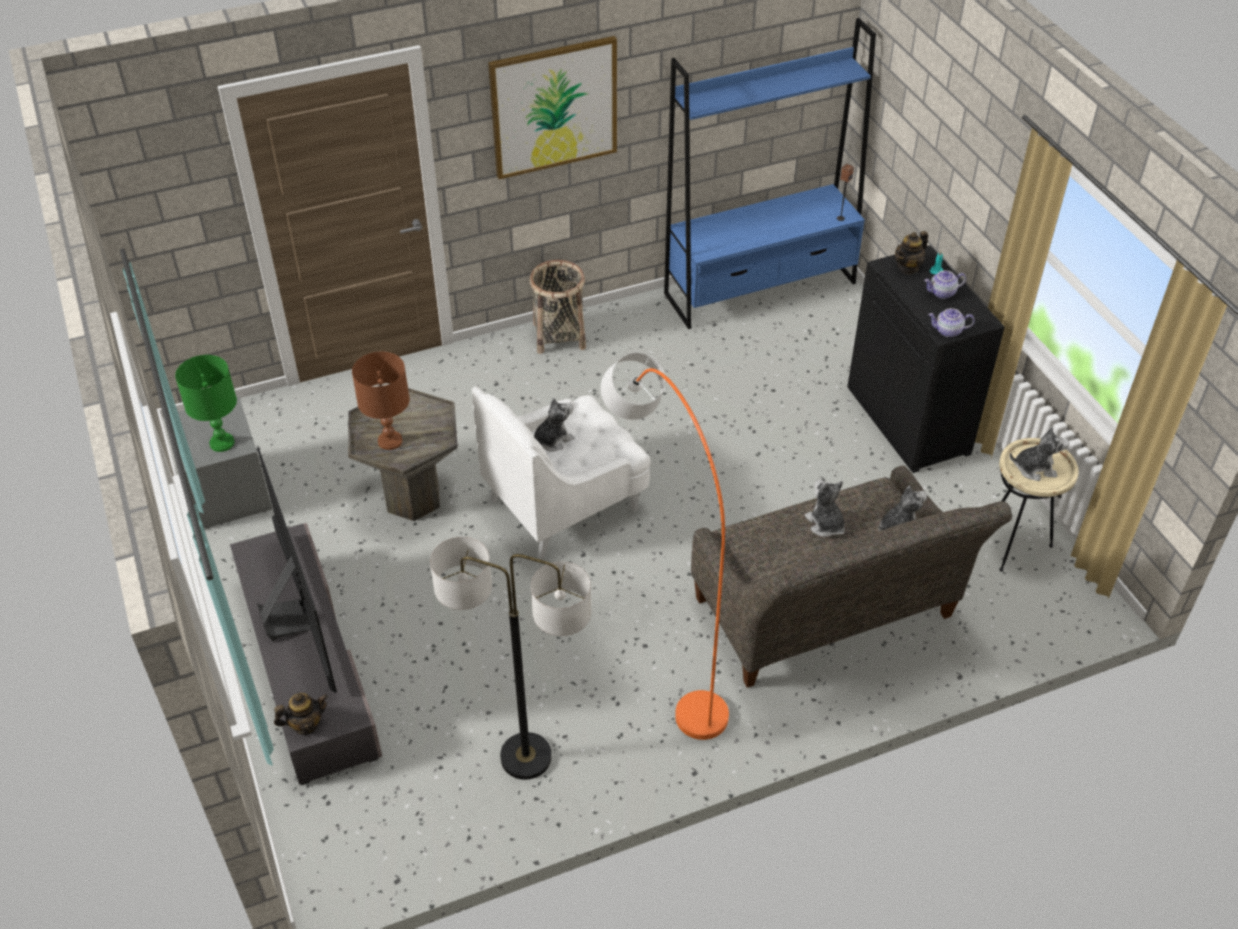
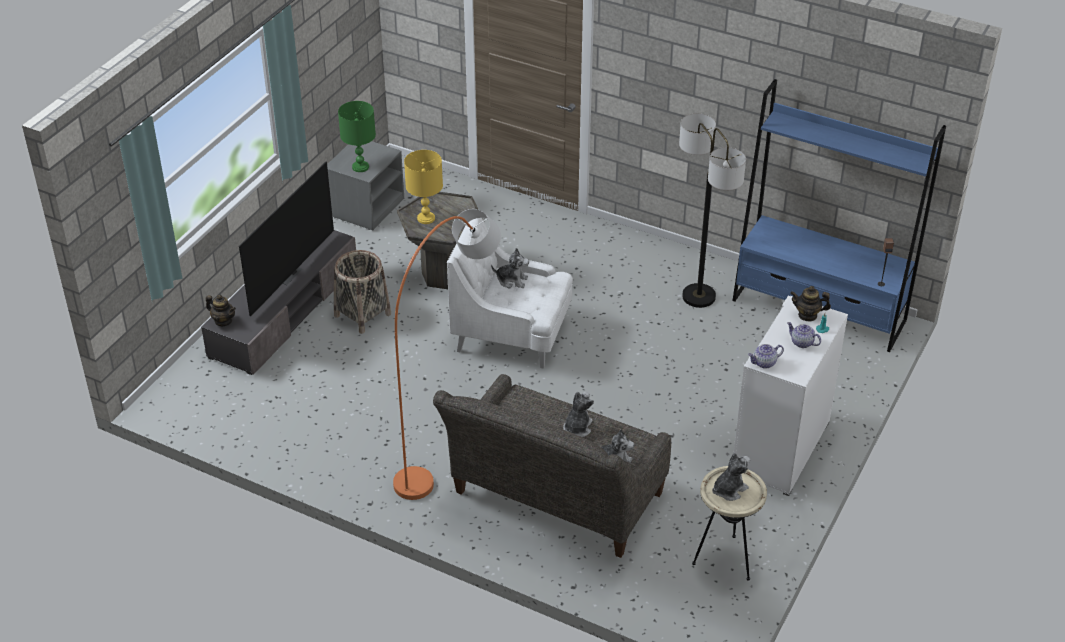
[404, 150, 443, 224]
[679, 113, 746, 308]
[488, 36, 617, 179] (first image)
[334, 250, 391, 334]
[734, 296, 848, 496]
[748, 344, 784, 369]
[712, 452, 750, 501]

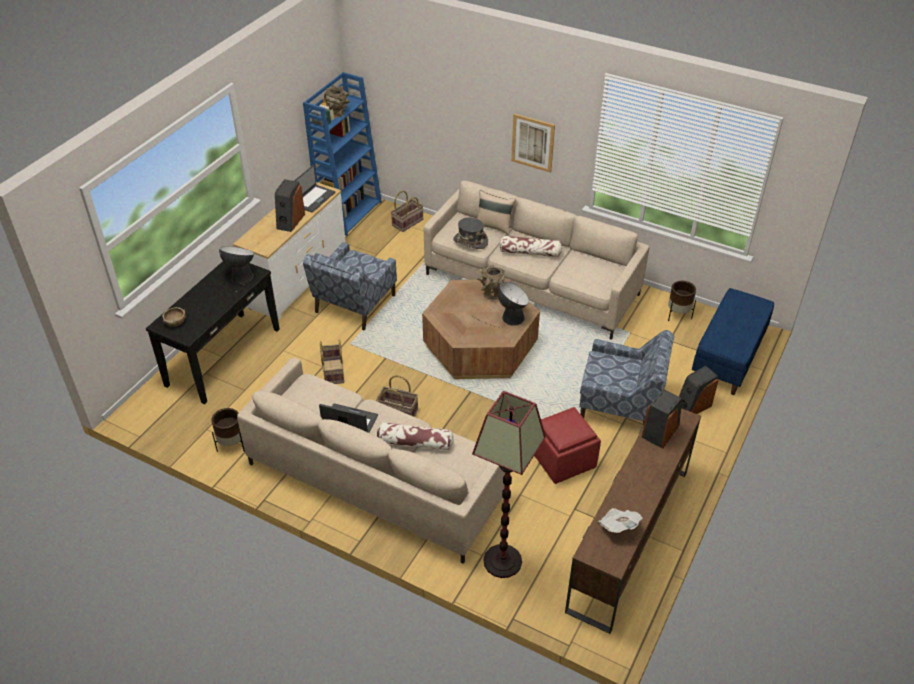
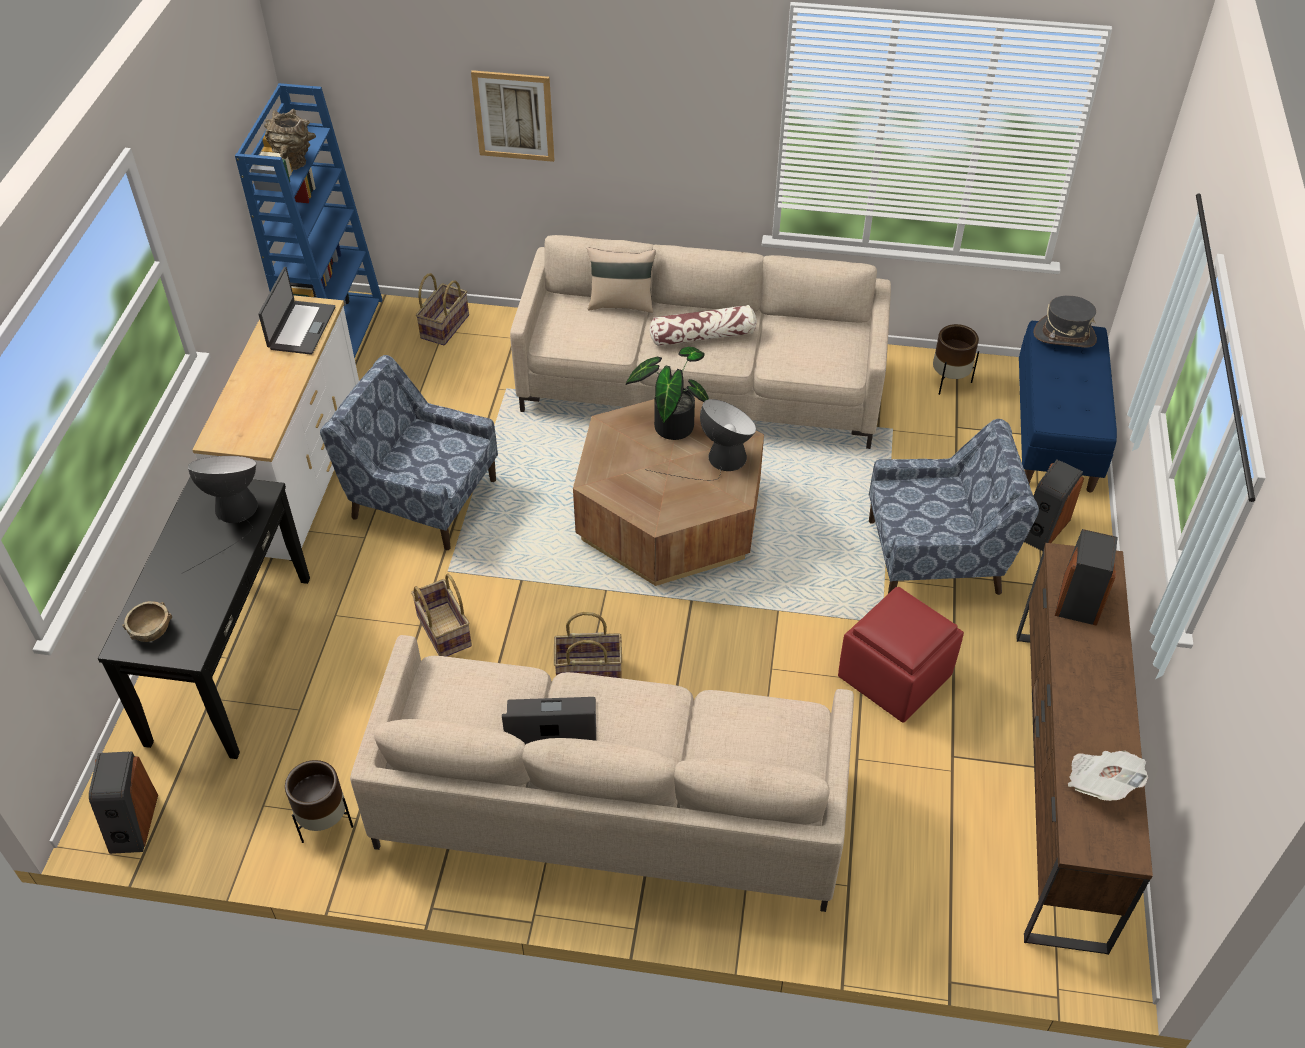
[89, 751, 158, 854]
[320, 355, 498, 550]
[377, 422, 453, 451] (first image)
[1033, 295, 1097, 348]
[472, 391, 546, 578] (first image)
[626, 347, 709, 440]
[471, 70, 555, 162]

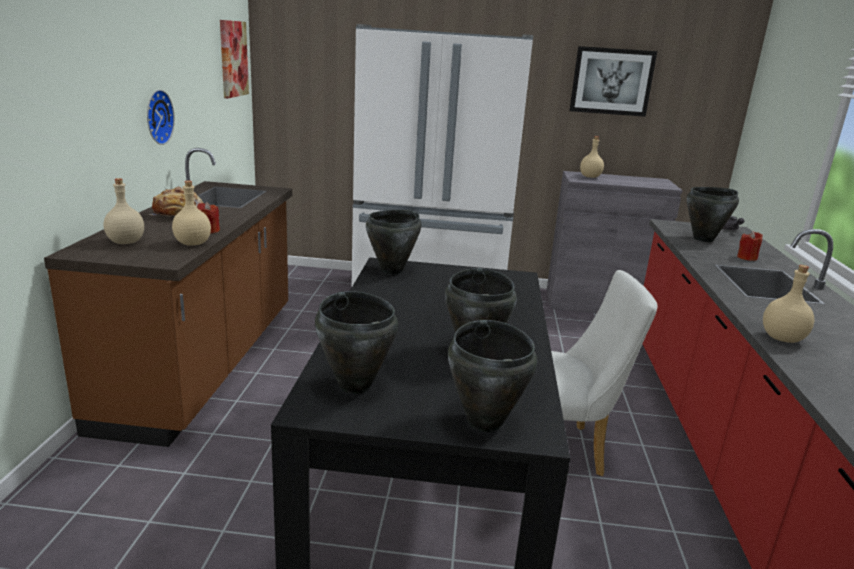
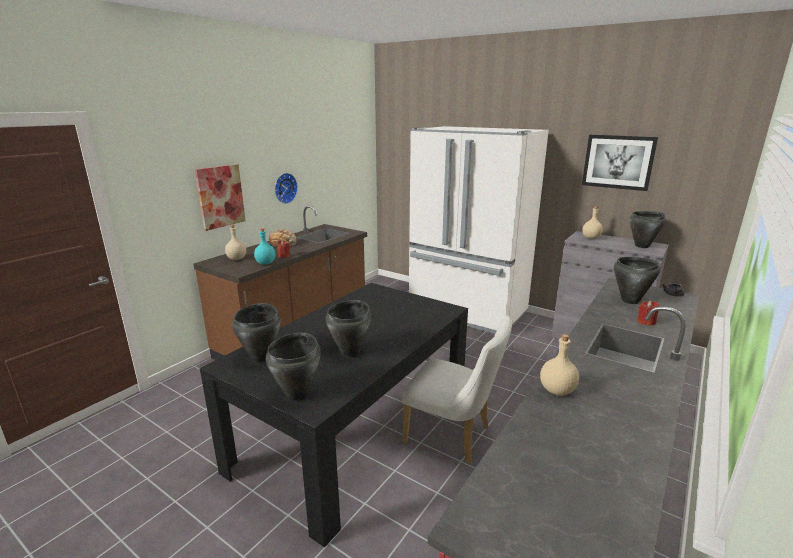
[254, 228, 275, 264]
[195, 164, 245, 231]
[629, 211, 666, 248]

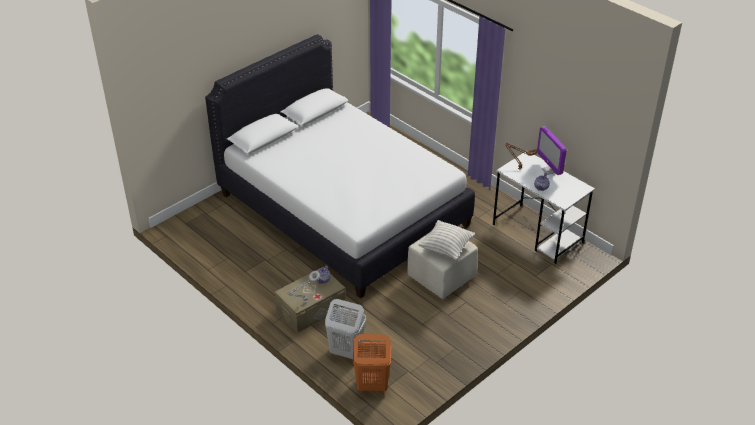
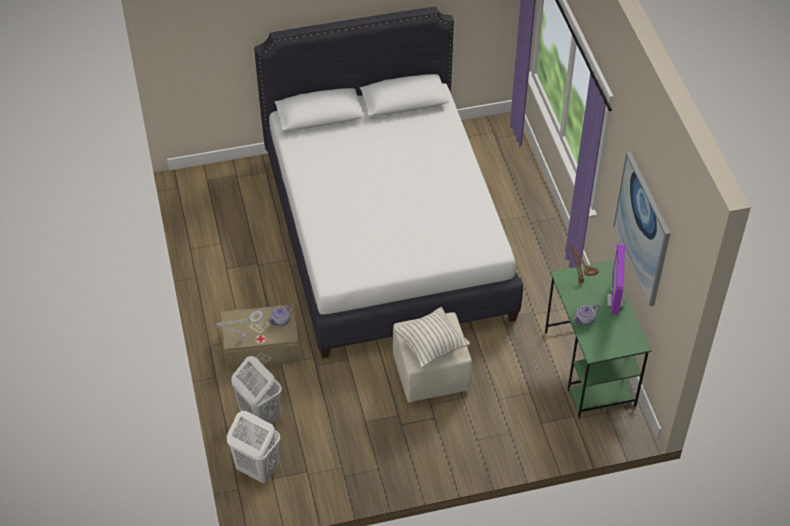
[227, 411, 280, 483]
[545, 261, 651, 418]
[613, 152, 670, 306]

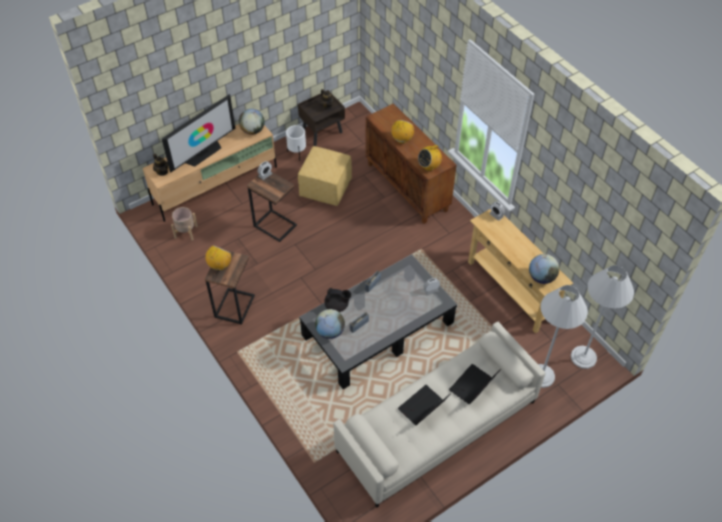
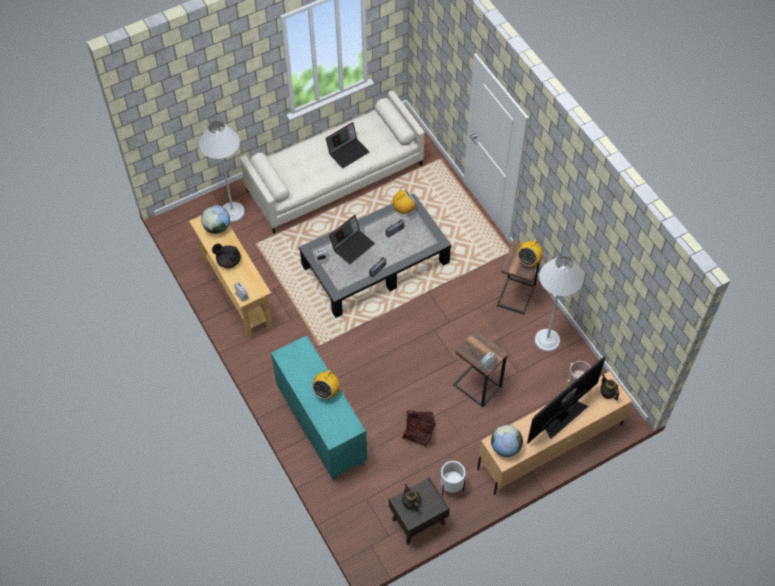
[402, 410, 436, 447]
[315, 309, 345, 339] (first image)
[212, 244, 241, 268]
[271, 335, 367, 481]
[392, 190, 416, 214]
[329, 215, 375, 264]
[535, 255, 583, 352]

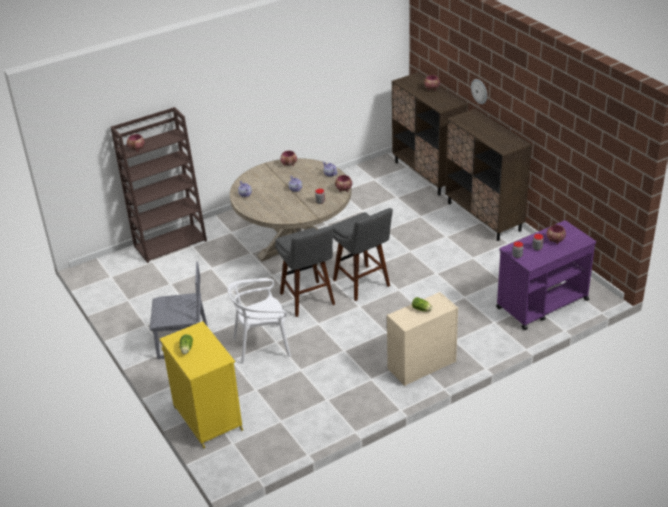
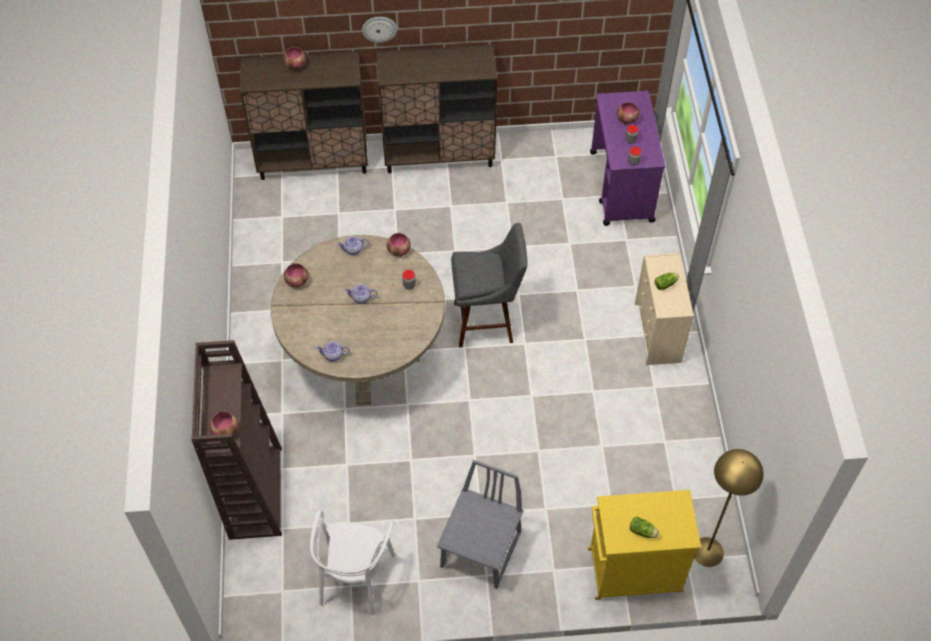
[310, 510, 395, 615]
[275, 226, 335, 317] (first image)
[694, 449, 763, 567]

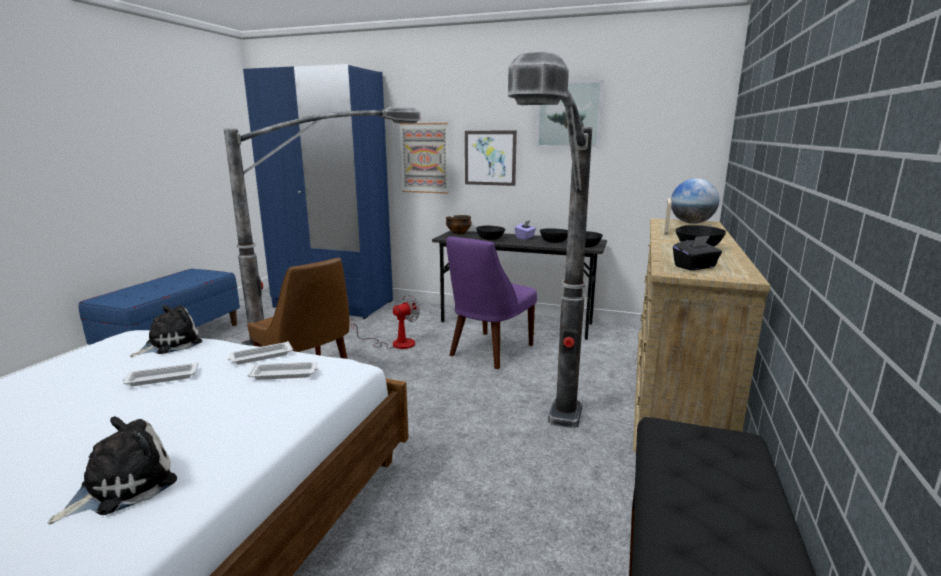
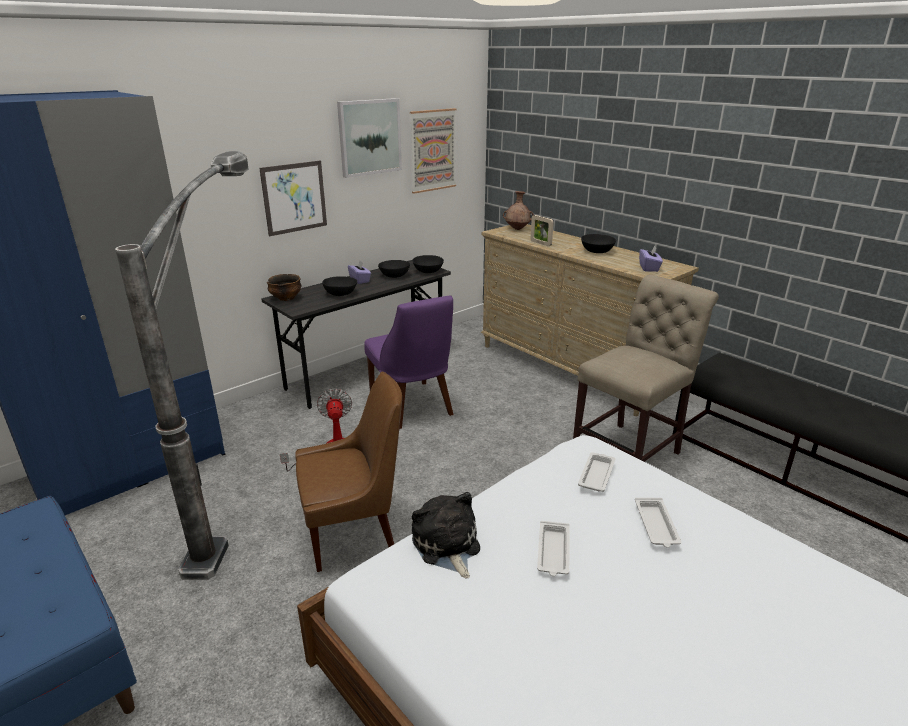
[47, 416, 177, 524] (first image)
[635, 498, 681, 548]
[410, 108, 456, 194]
[573, 275, 719, 462]
[503, 191, 534, 230]
[639, 245, 663, 272]

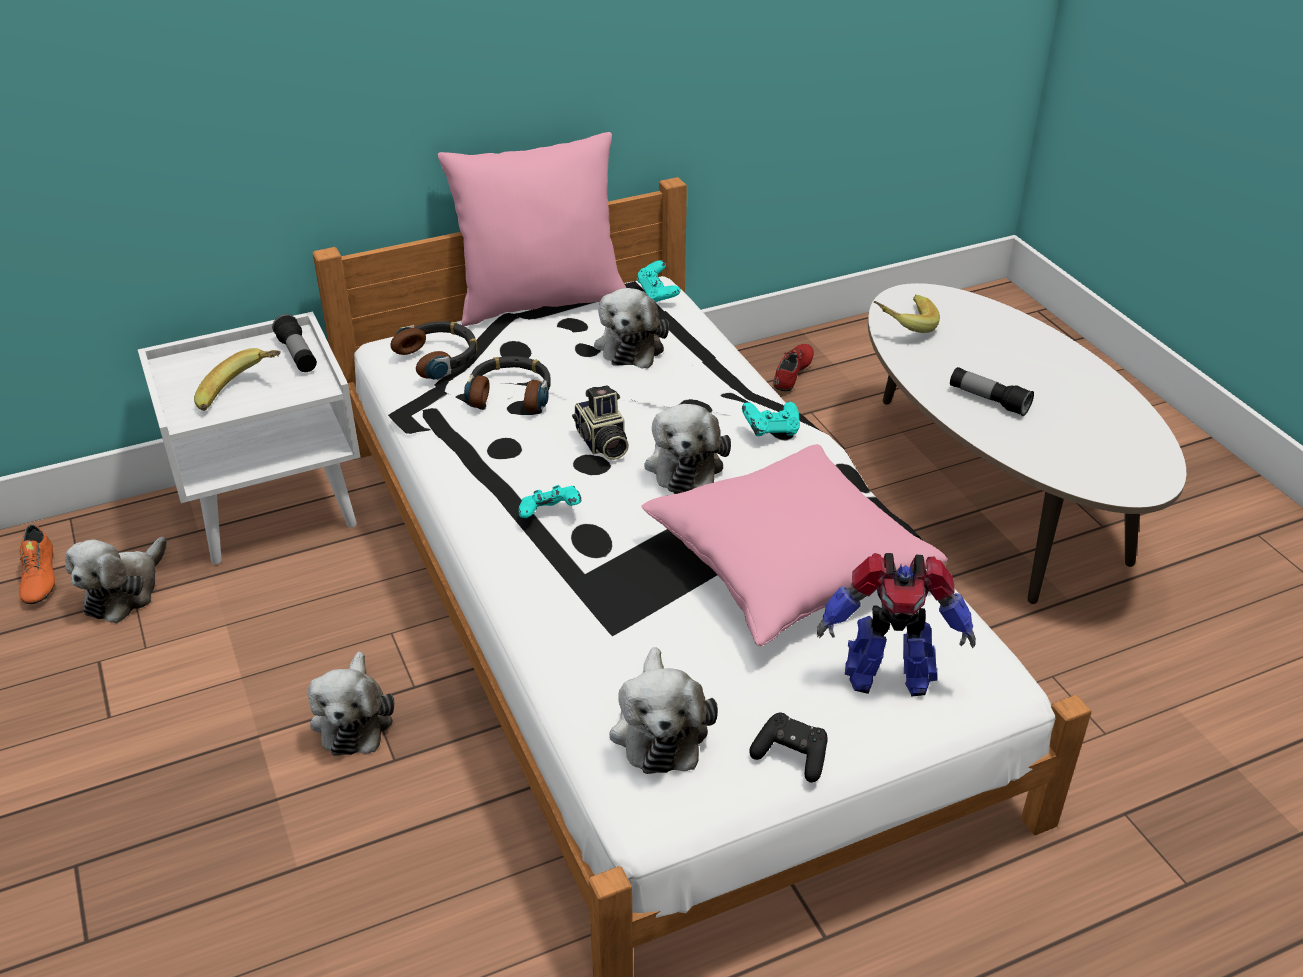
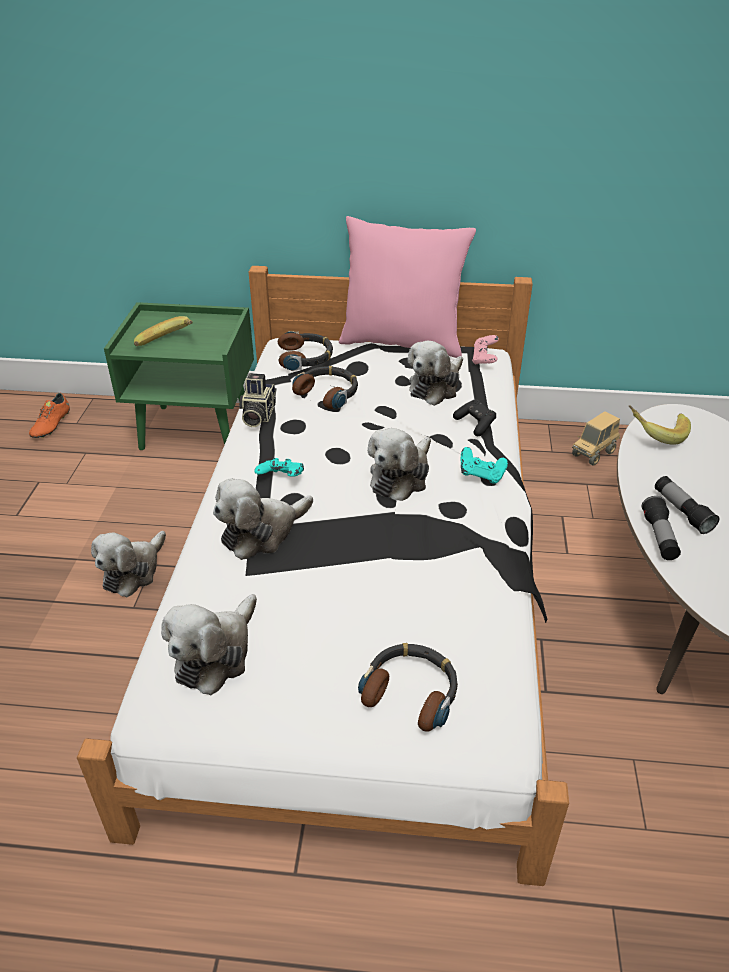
[213, 478, 313, 560]
[104, 302, 254, 450]
[642, 496, 681, 560]
[239, 373, 276, 427]
[472, 335, 499, 365]
[641, 444, 947, 646] (first image)
[453, 399, 496, 436]
[572, 411, 620, 466]
[358, 643, 458, 732]

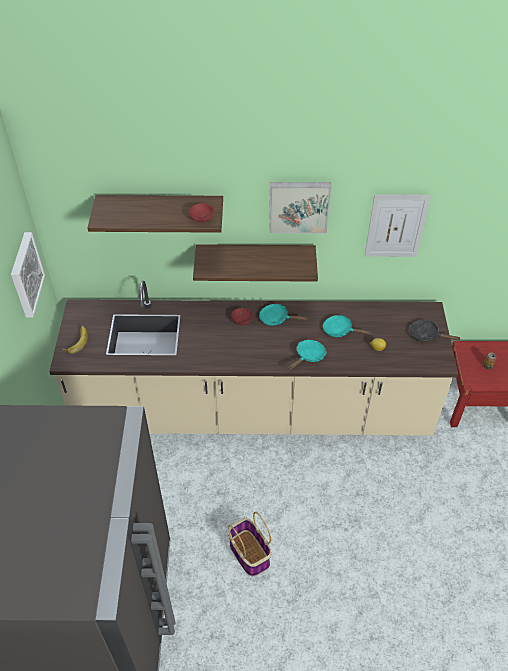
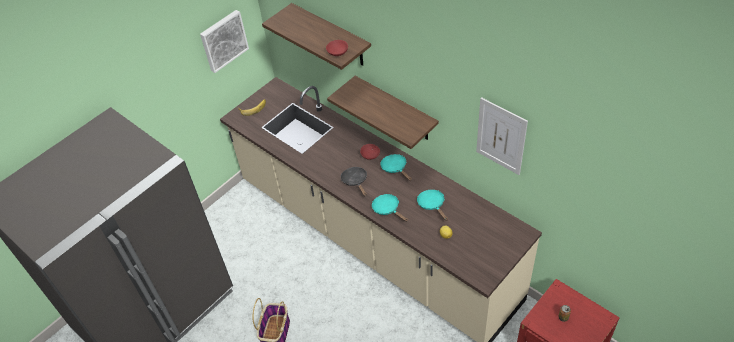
[269, 182, 331, 234] (first image)
[372, 194, 408, 222]
[341, 167, 367, 196]

